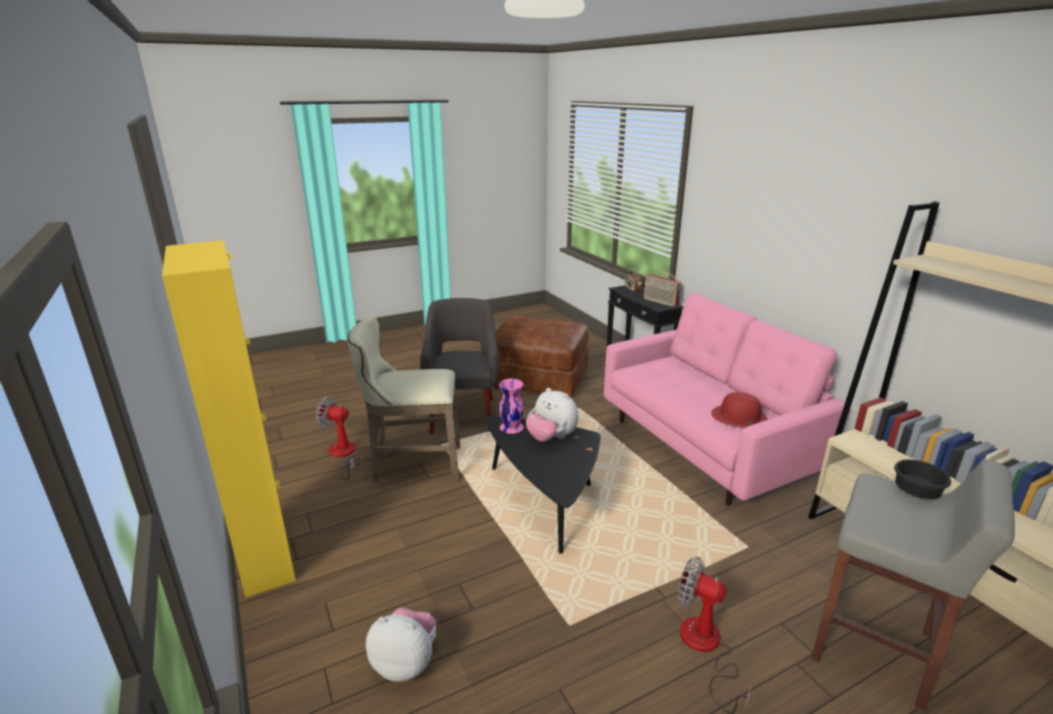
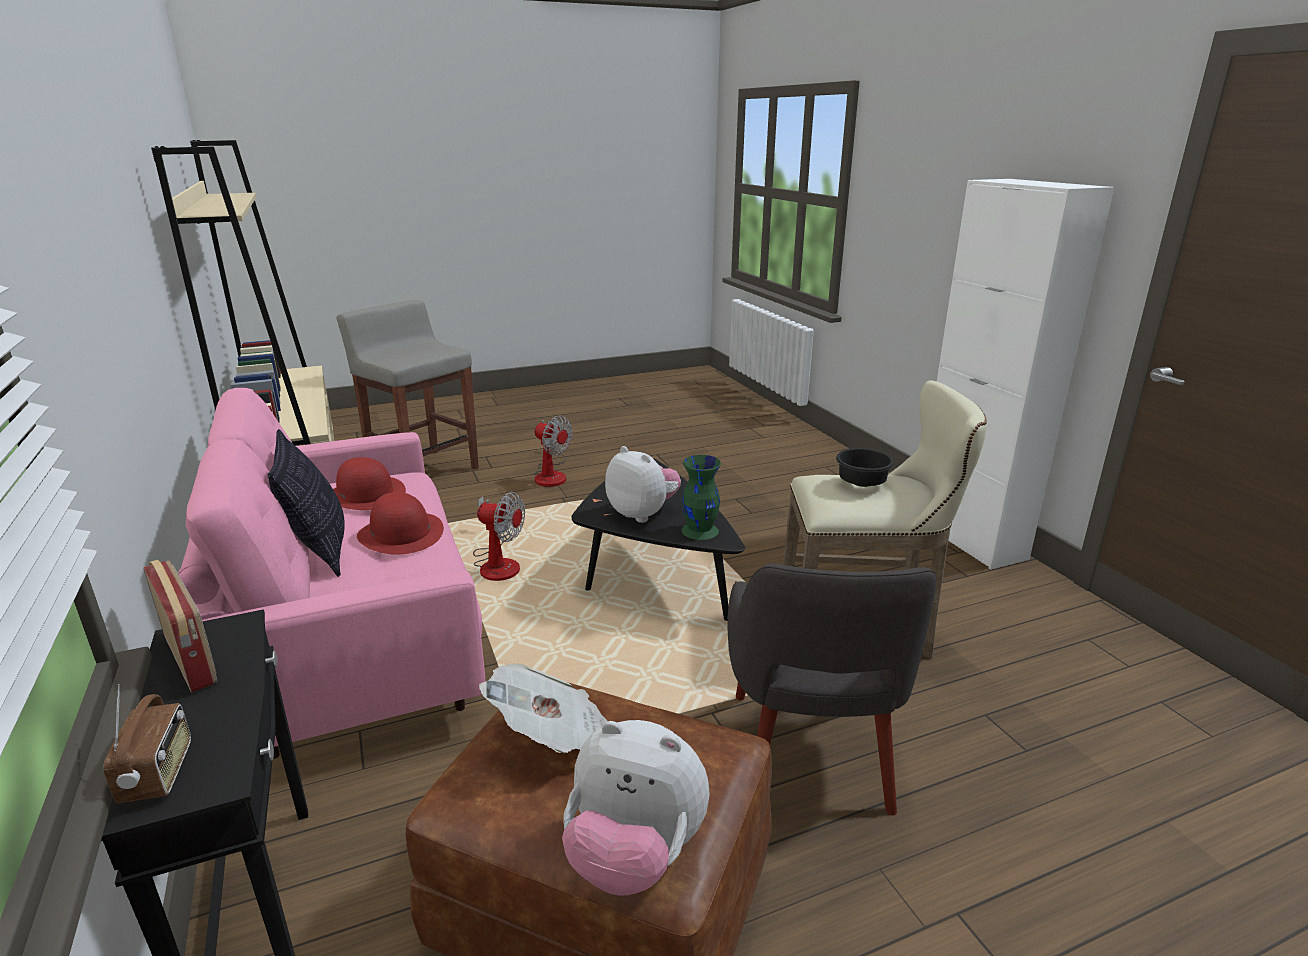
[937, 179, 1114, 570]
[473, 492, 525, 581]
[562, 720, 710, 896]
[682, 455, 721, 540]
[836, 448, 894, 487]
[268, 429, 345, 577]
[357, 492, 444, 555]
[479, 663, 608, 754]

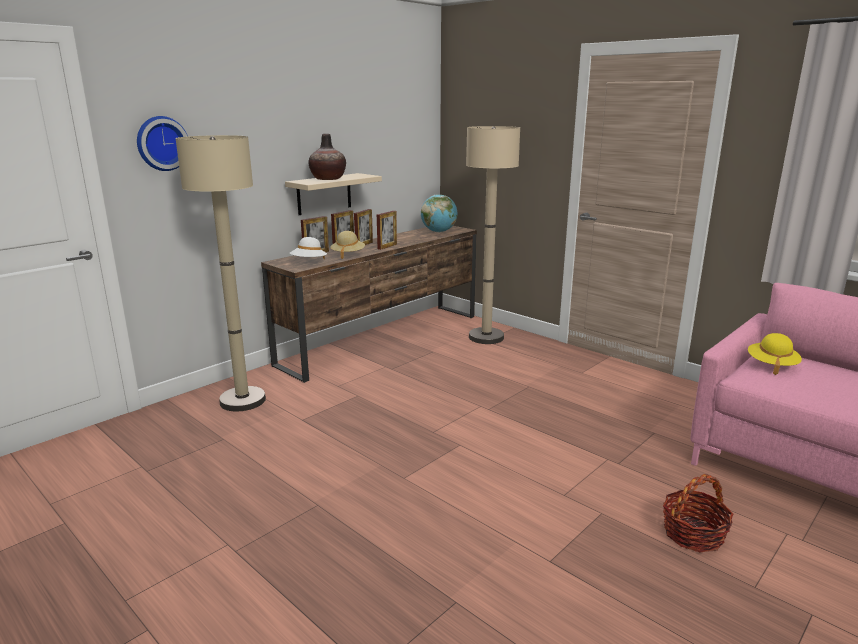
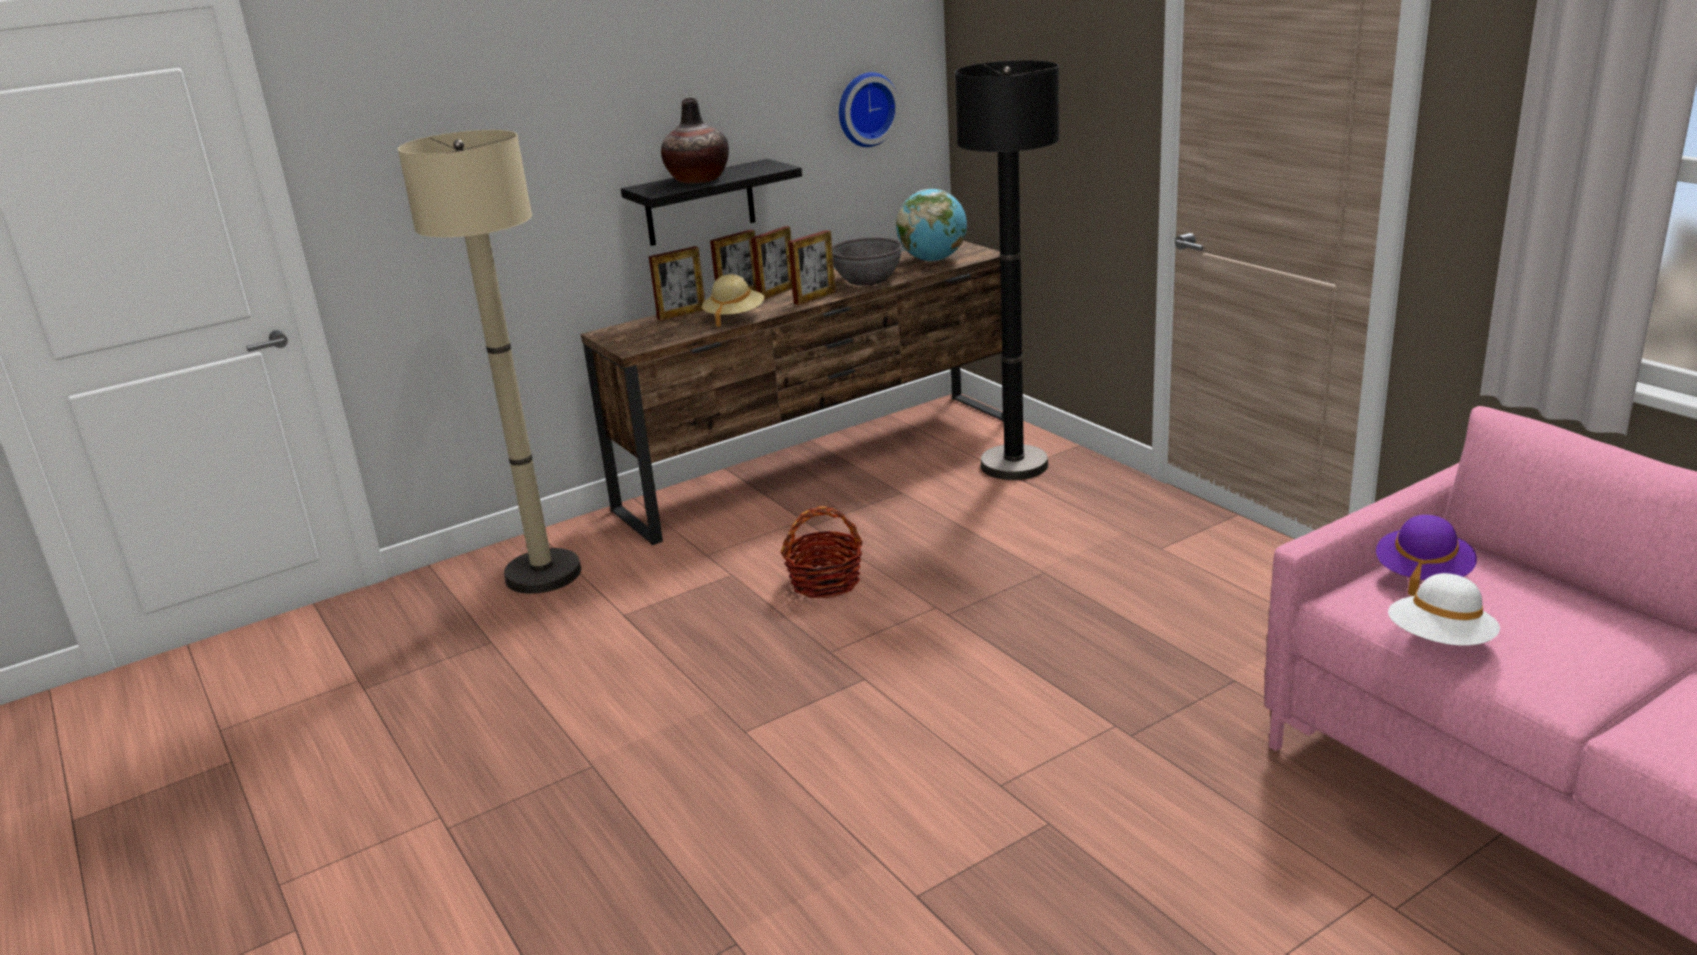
[839, 72, 900, 147]
[621, 159, 802, 246]
[1388, 573, 1500, 646]
[955, 60, 1059, 480]
[780, 506, 863, 598]
[1376, 515, 1477, 596]
[832, 237, 902, 286]

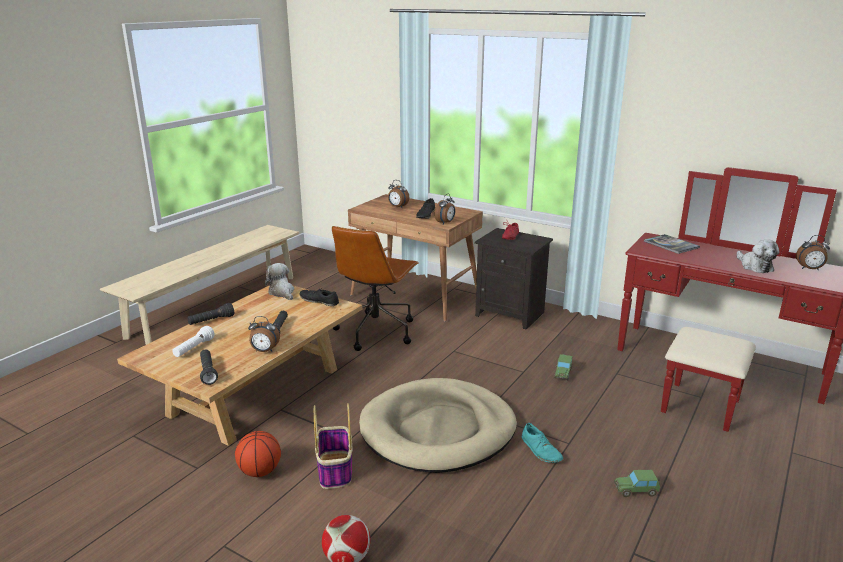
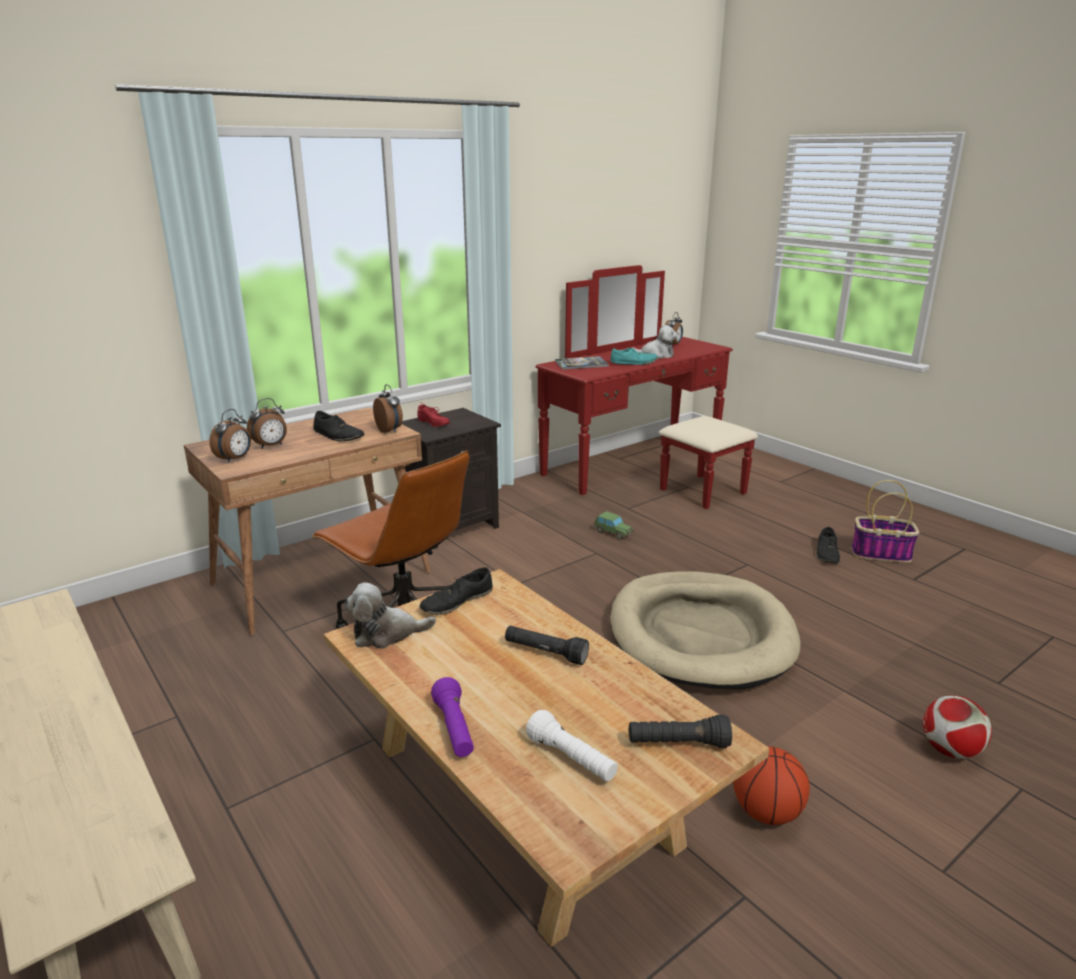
[431, 677, 474, 757]
[209, 409, 251, 463]
[852, 480, 920, 563]
[610, 348, 658, 365]
[817, 527, 840, 563]

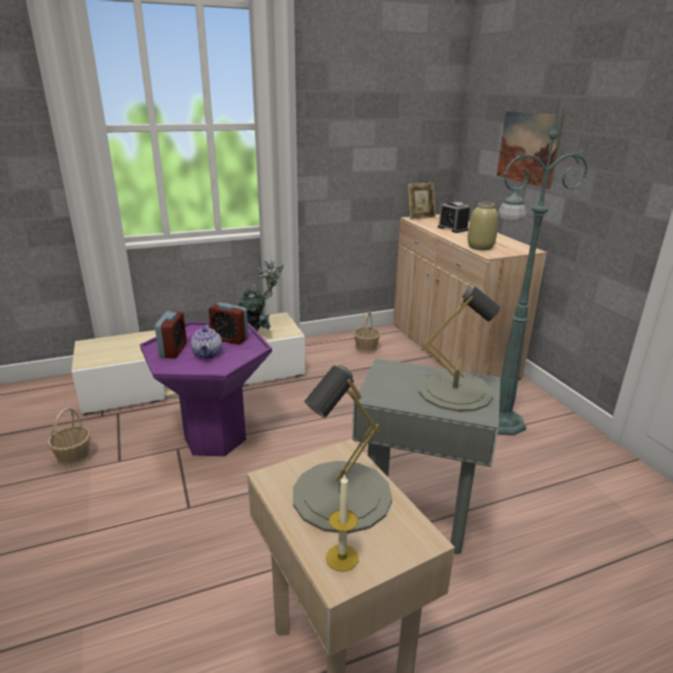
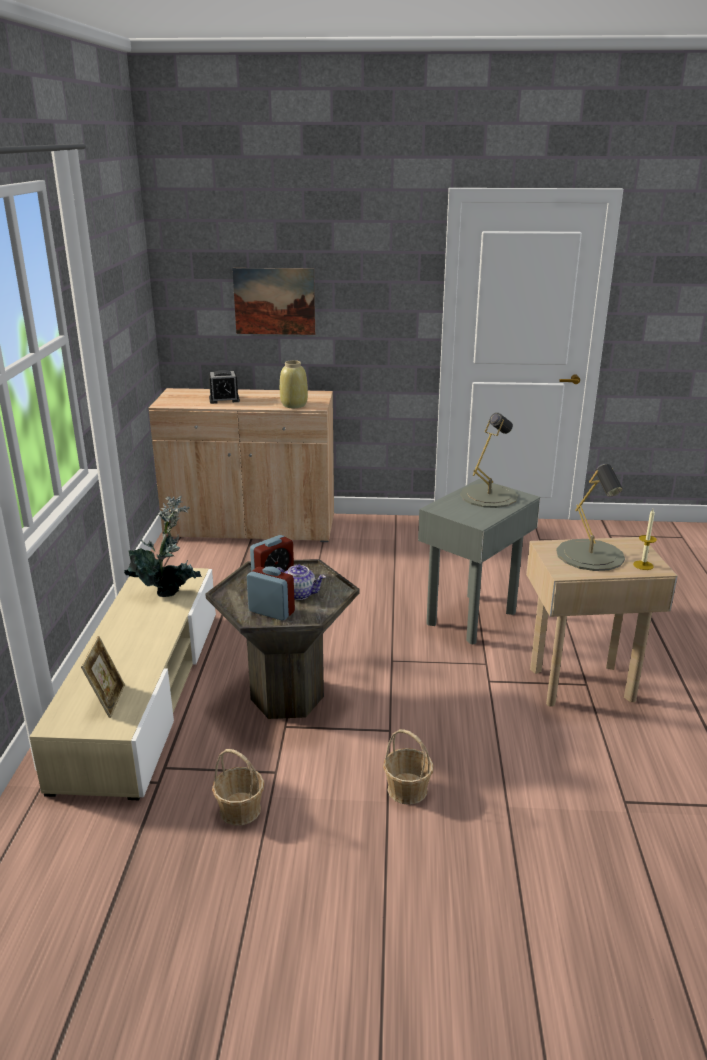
[206, 559, 359, 719]
[383, 729, 433, 805]
[81, 636, 125, 718]
[497, 94, 588, 436] (first image)

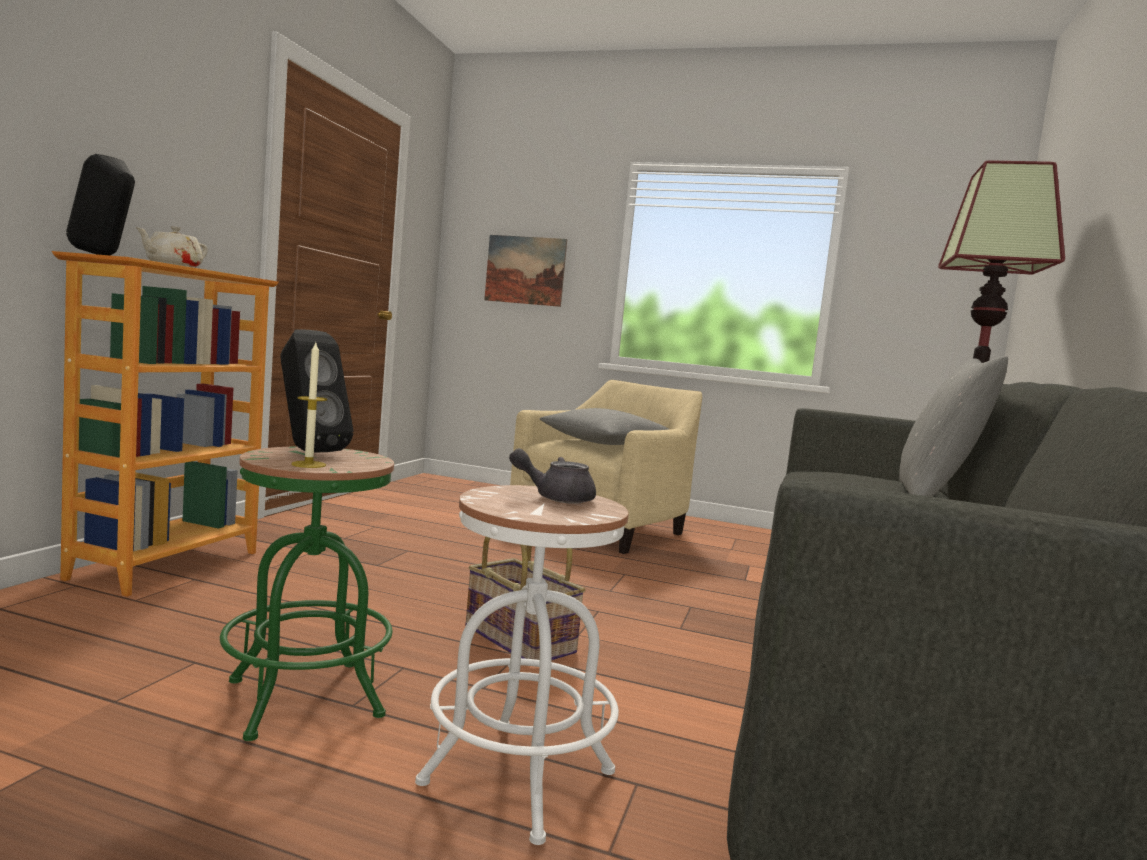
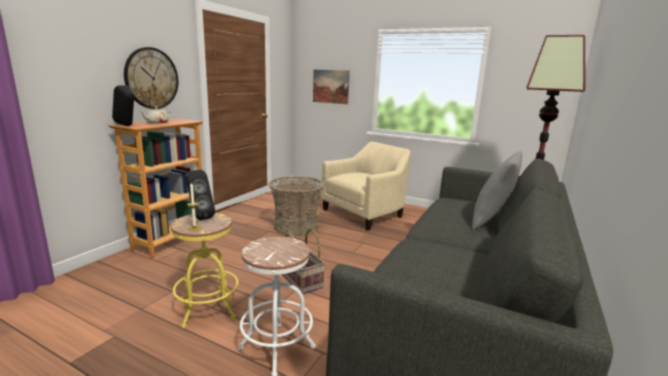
[171, 213, 239, 328]
[509, 448, 596, 504] (first image)
[540, 408, 669, 445] (first image)
[124, 47, 178, 109]
[269, 176, 324, 236]

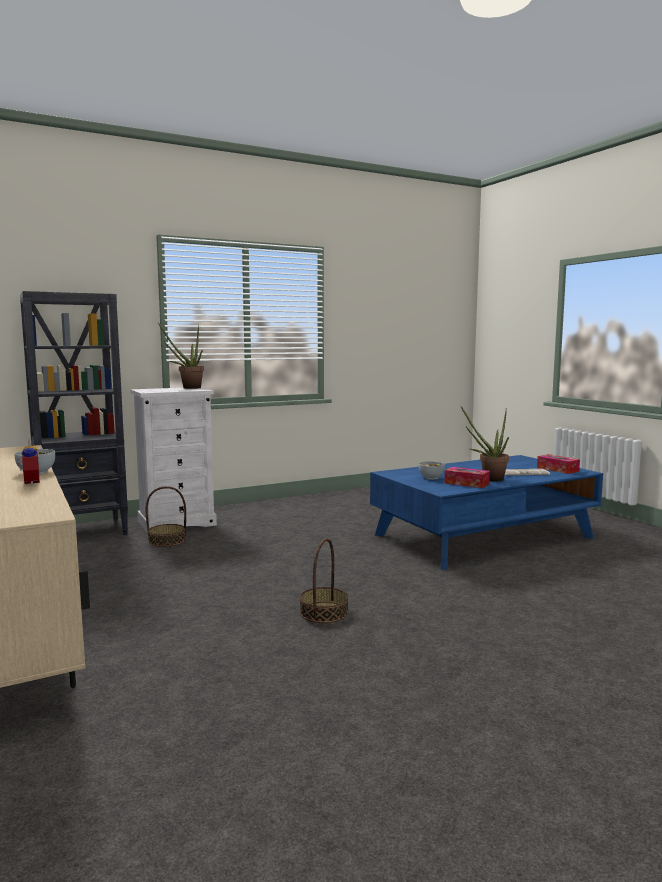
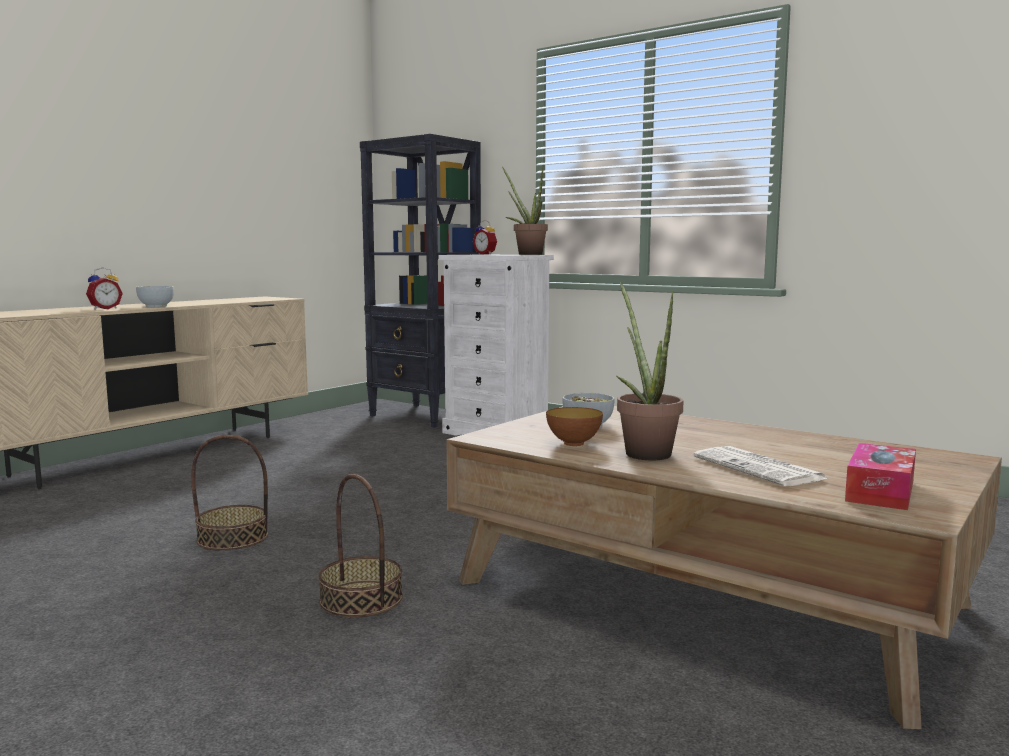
[318, 474, 403, 617]
[447, 406, 1002, 729]
[546, 407, 603, 446]
[473, 220, 497, 254]

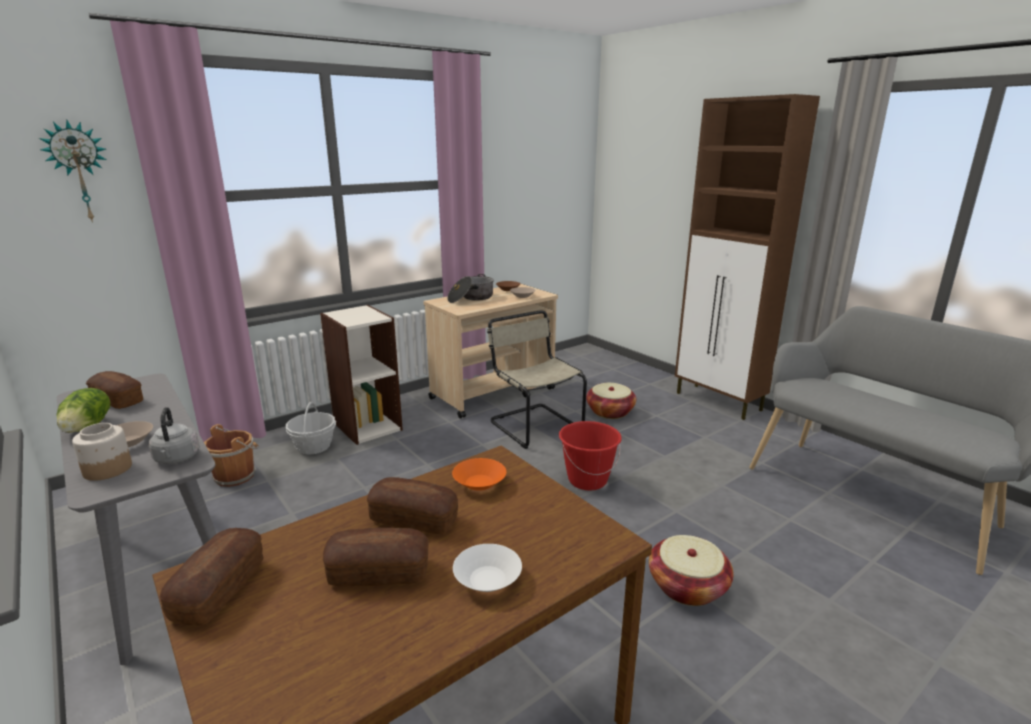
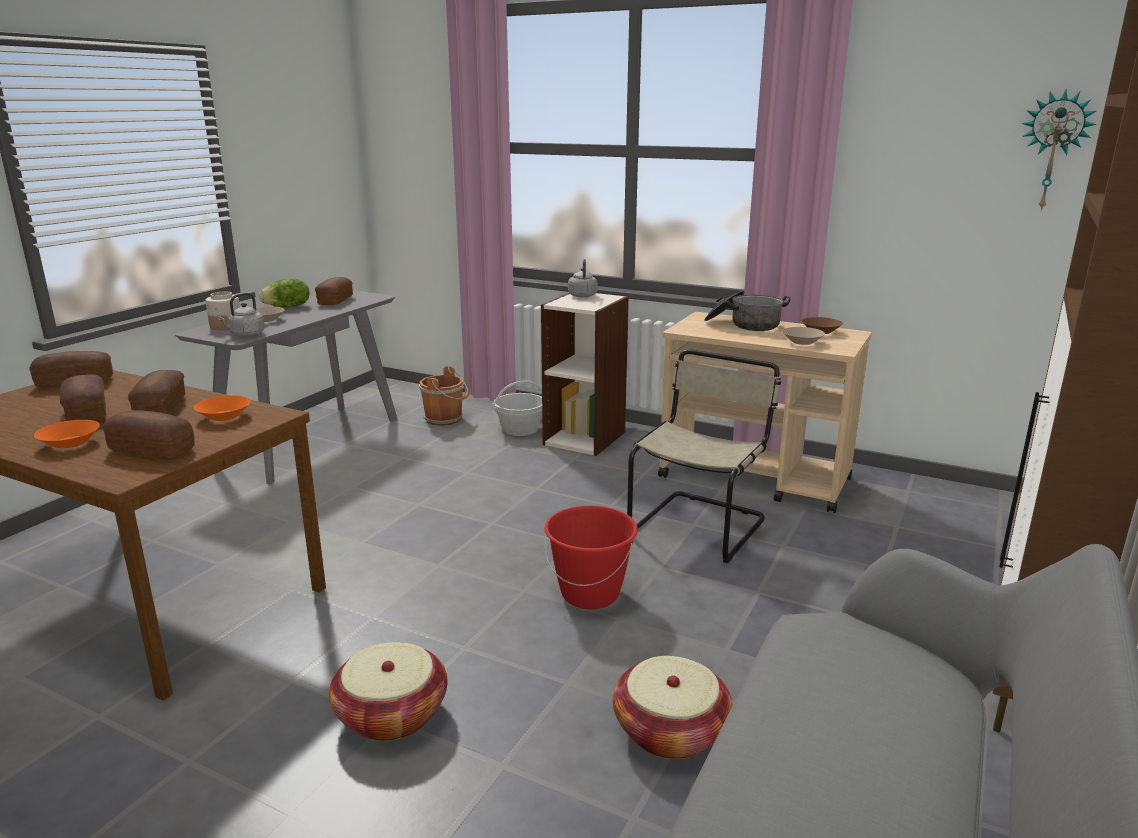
[1022, 89, 1097, 211]
[34, 420, 99, 448]
[613, 656, 733, 759]
[102, 410, 195, 459]
[568, 259, 598, 298]

